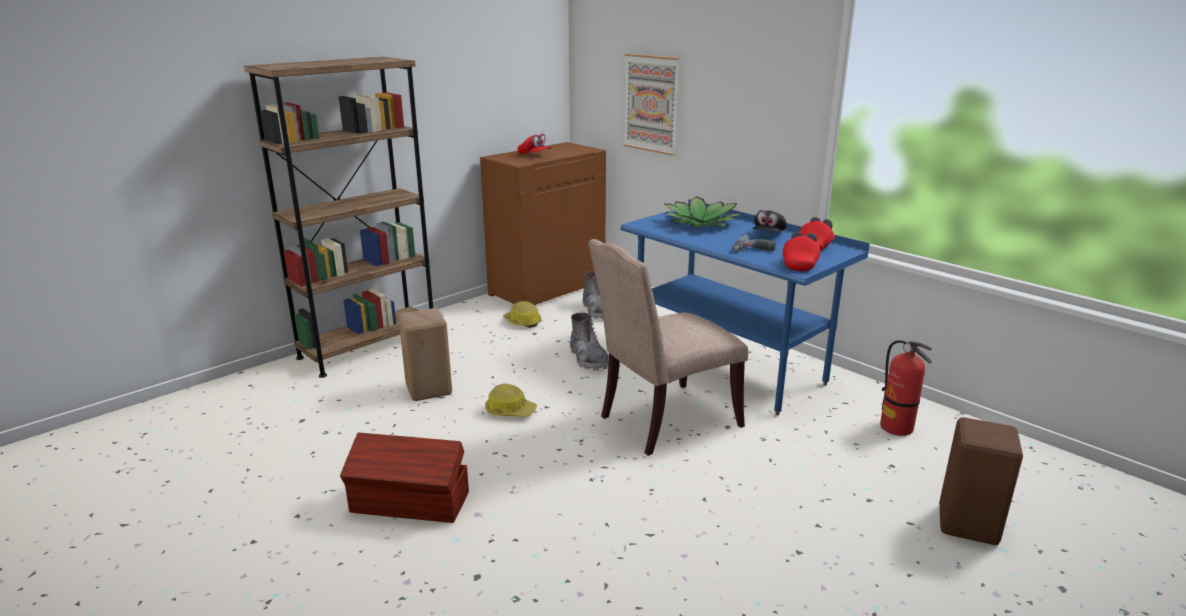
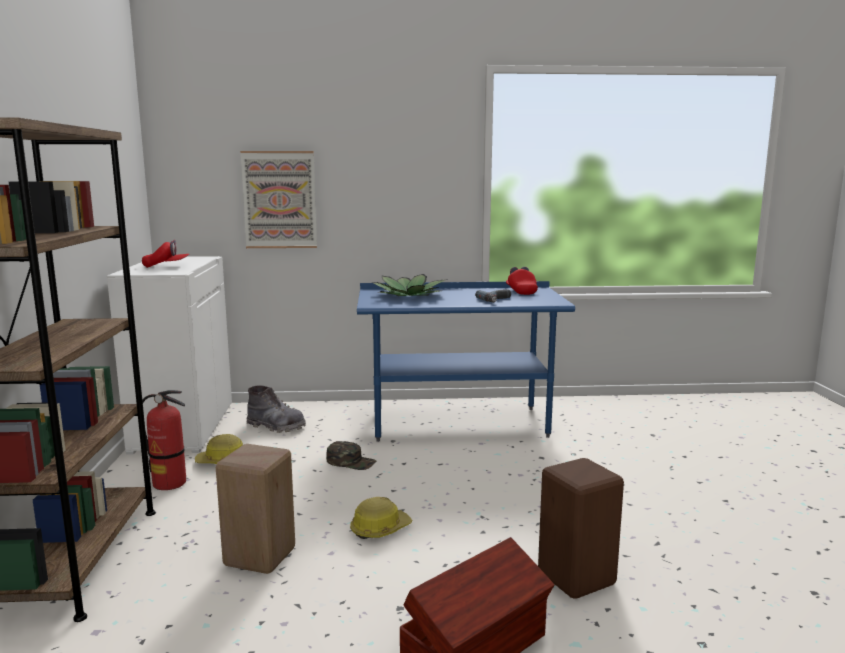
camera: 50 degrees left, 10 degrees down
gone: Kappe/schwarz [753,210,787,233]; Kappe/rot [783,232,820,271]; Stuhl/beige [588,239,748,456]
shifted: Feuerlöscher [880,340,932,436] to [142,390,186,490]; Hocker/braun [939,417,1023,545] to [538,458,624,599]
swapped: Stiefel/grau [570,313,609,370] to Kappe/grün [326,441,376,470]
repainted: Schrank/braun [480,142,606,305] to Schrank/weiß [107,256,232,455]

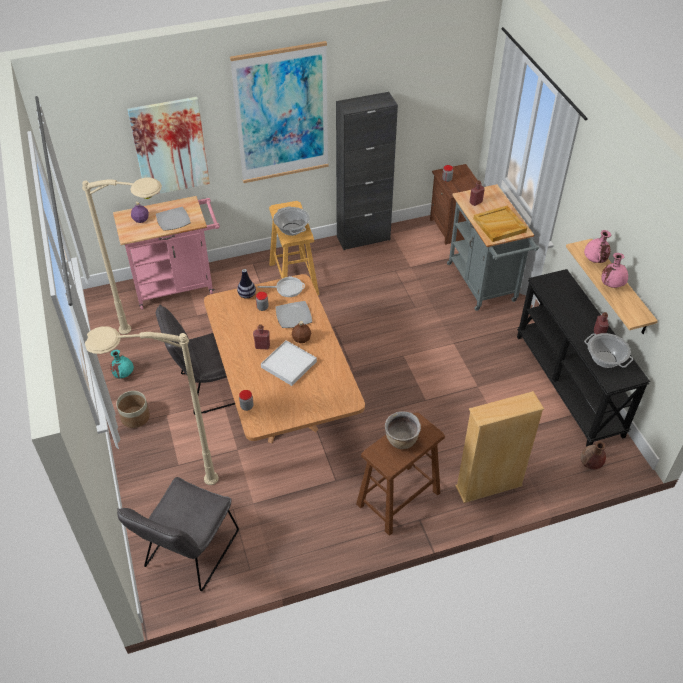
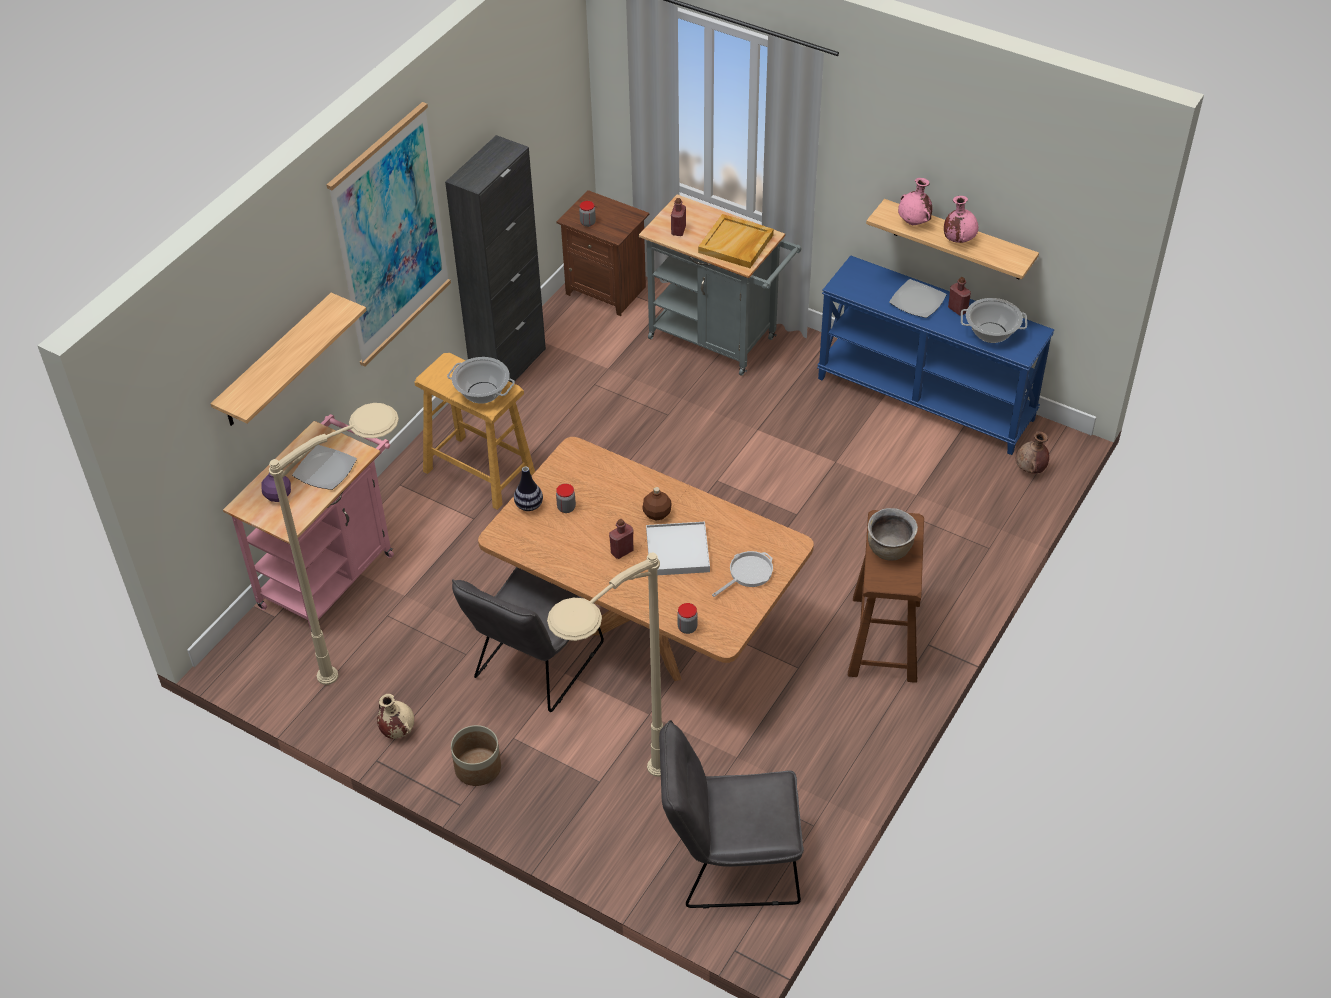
camera: 40 degrees left, 0 degrees up
gone: Bücherregal/beige [455,391,544,503]
shifted: Pfanne [258,276,305,297] to [712,551,773,597]; Teller [275,301,312,328] to [889,279,947,318]
swapped: Bild [127,97,210,194] to Wandregal [210,293,366,426]
repainted: Konsolentisch/schwarz [517,269,650,447] to Konsolentisch/blau [817,255,1054,455]; Vase/türkis [110,350,134,378] to Vase/beige [377,694,414,739]
rotated: Stuhl/grau [117,477,239,591] = [659,720,804,909] 105 degrees clockwise

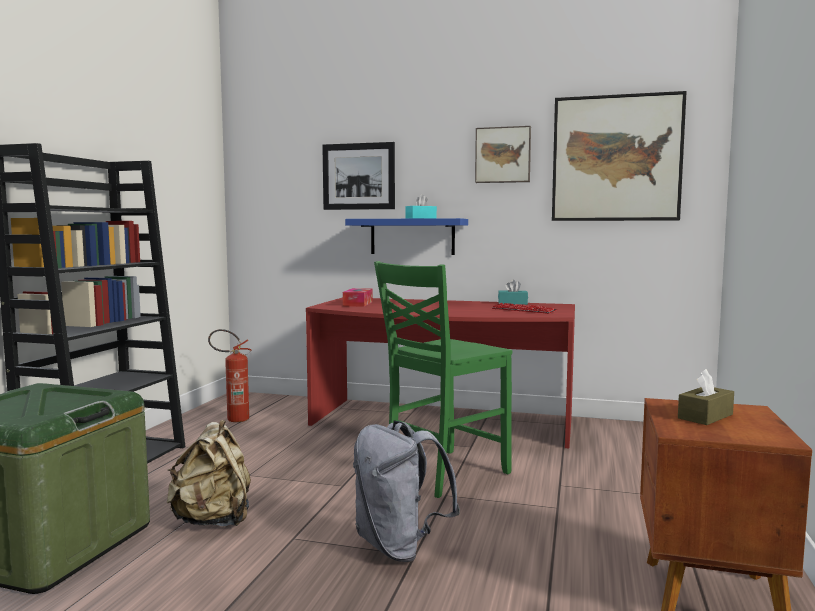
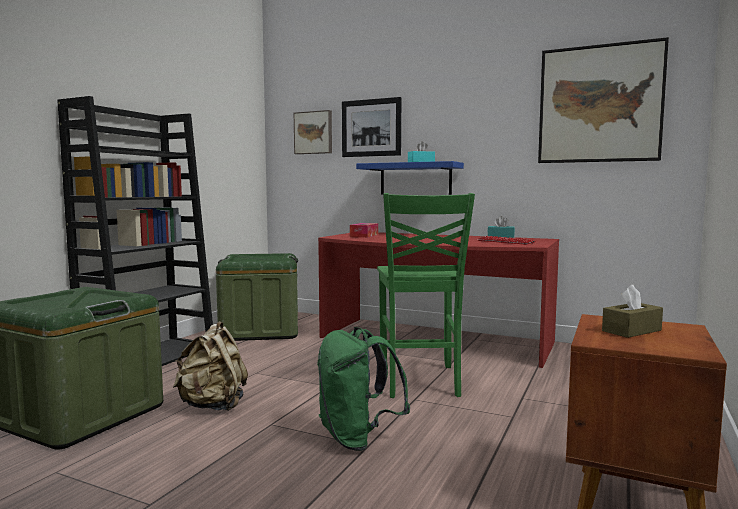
camera: 10 degrees right, 0 degrees up
shifted: Bild [475,126,531,183] to [294,110,332,154]
swapped: Feuerlöscher [208,329,252,422] to Aufbewahrungsbox/grün [216,253,298,341]
repainted: Rucksack/grau [353,421,460,562] to Rucksack/grün [317,327,410,451]
rotated: Stuhl/grün [374,261,512,498] = [377,193,475,398] 60 degrees counterclockwise

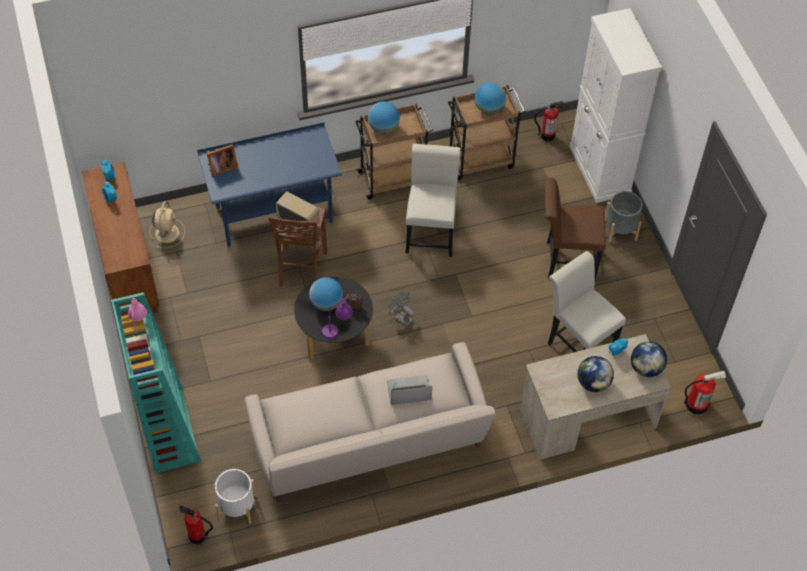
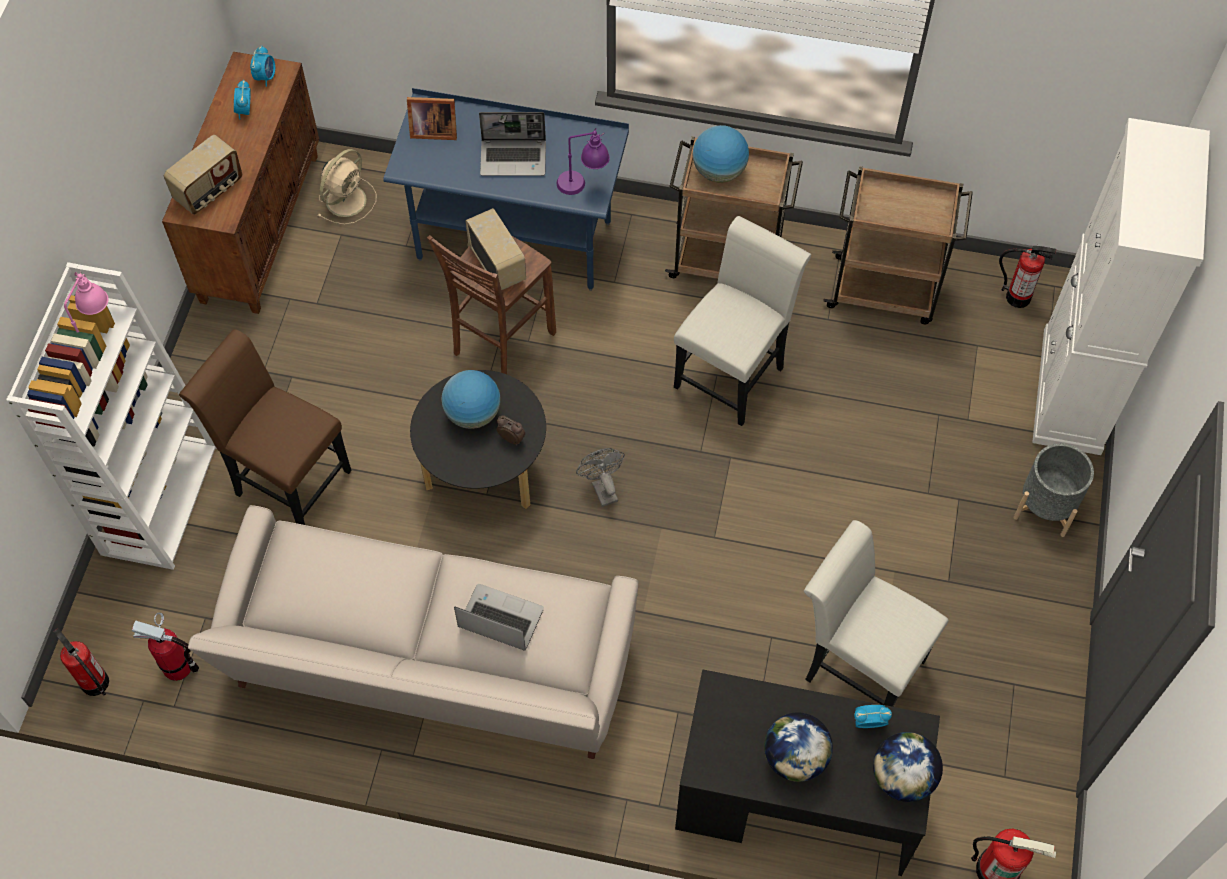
camera: 30 degrees right, 5 degrees up
gone: Globus [475,82,506,114]
new: Laptop [479,112,546,176]; Radio [164,135,242,215]
shifted: Stuhl/braun [544,178,606,280] to [179,329,352,525]; Tischlampe/lila [322,297,353,339] to [557,128,610,195]
swapped: Pflanzkübel/weiß [215,469,256,524] to Feuerlöscher [132,612,199,681]
repainted: Bücherregal/türkis [111,292,201,473] to Bücherregal/weiß [6,262,217,570]; Schreibtisch/beige [520,334,671,460] to Schreibtisch/schwarz [675,669,940,876]
rotated: Stuhl/weiß [548,251,626,352] = [804,520,949,707] 45 degrees counterclockwise

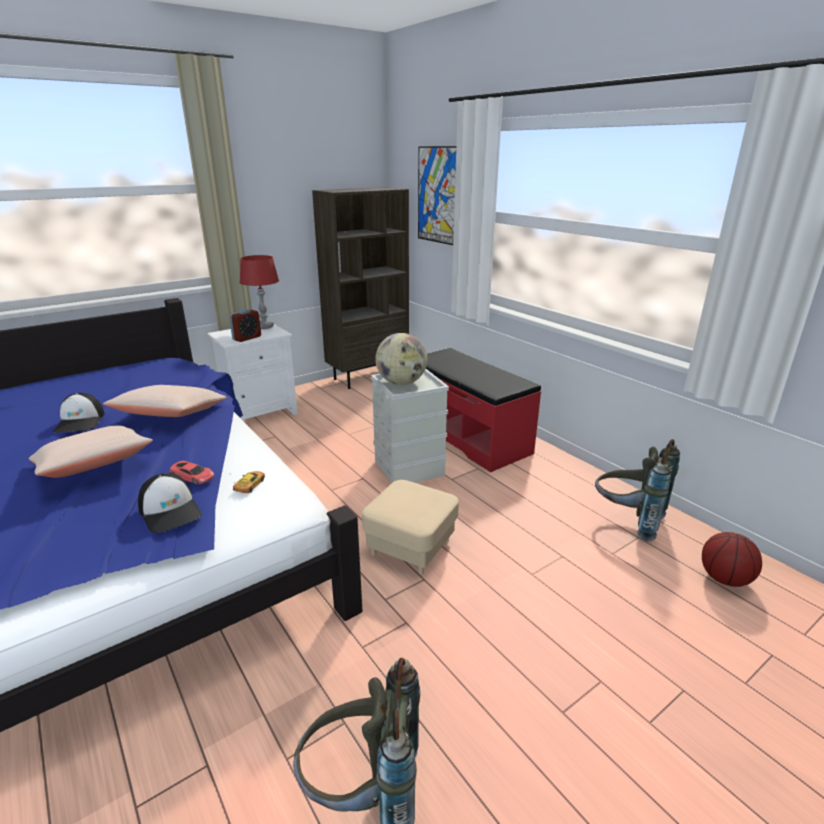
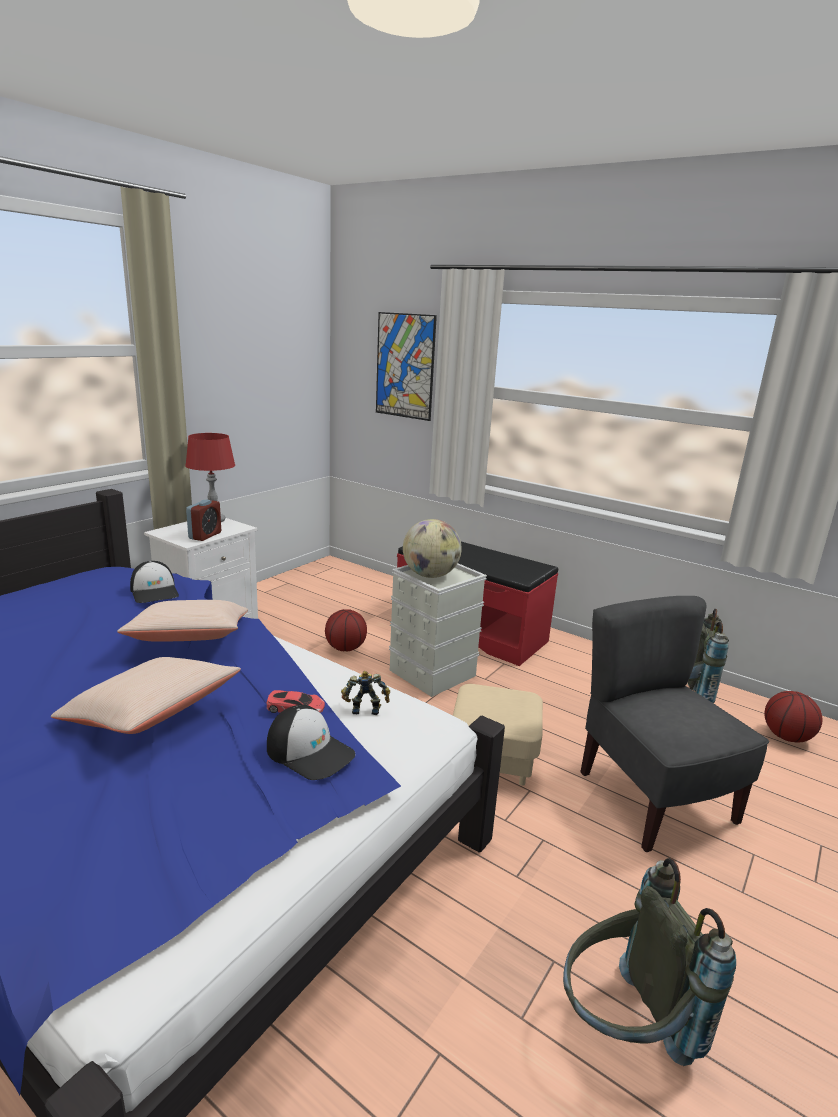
camera: 20 degrees left, 5 degrees down
gone: Bücherregal/braun [312,187,409,389]
new: Stuhl/grau [580,596,769,852]; Basketball [325,609,367,651]
shifted: Kappe [53,393,105,433] to [130,561,179,603]
swapped: Spielzeugauto [233,471,265,493] to Spielzeugroboter [341,671,390,715]

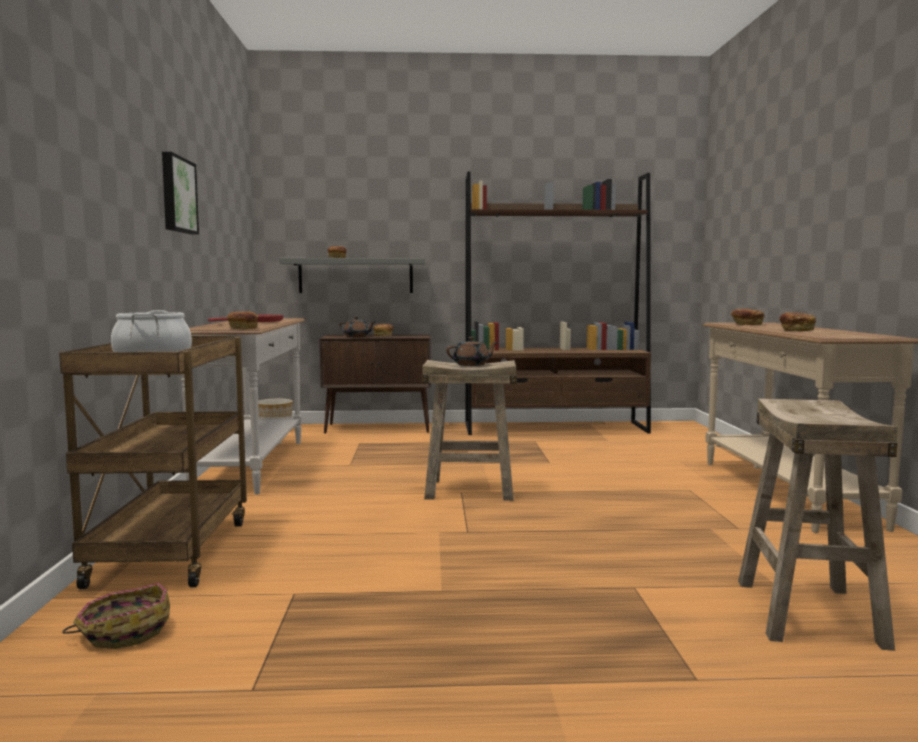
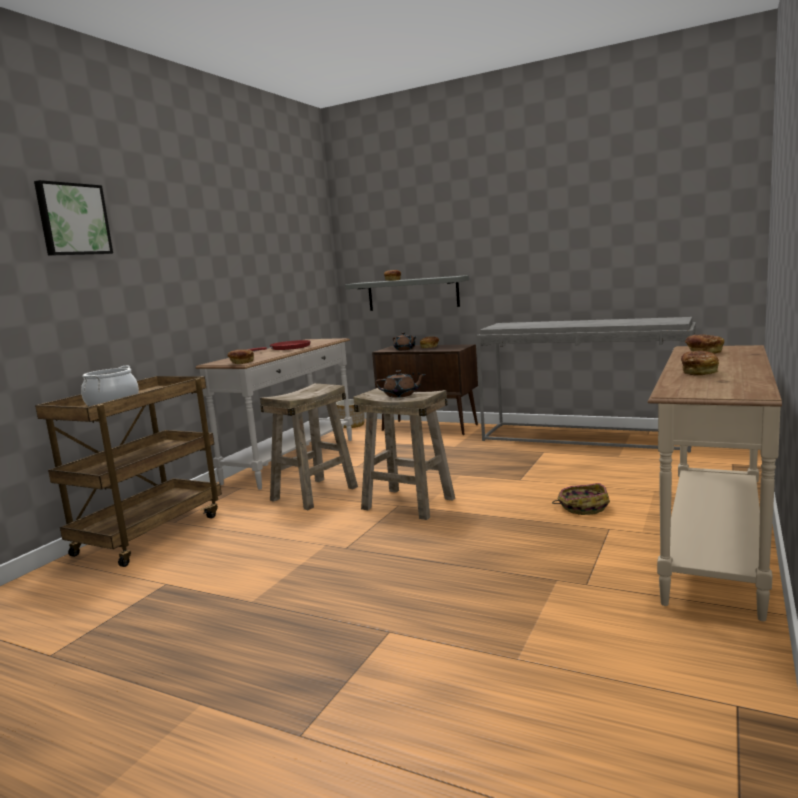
camera: 30 degrees right, 5 degrees up
shifted: Bild [162,152,199,234] to [34,180,113,256]; Hocker/beige [738,398,898,651] to [260,383,358,510]; Korb [62,583,170,649] to [552,483,610,515]
swapped: Bücherregal/braun [465,172,651,435] to Konsolentisch/grau [476,317,696,452]

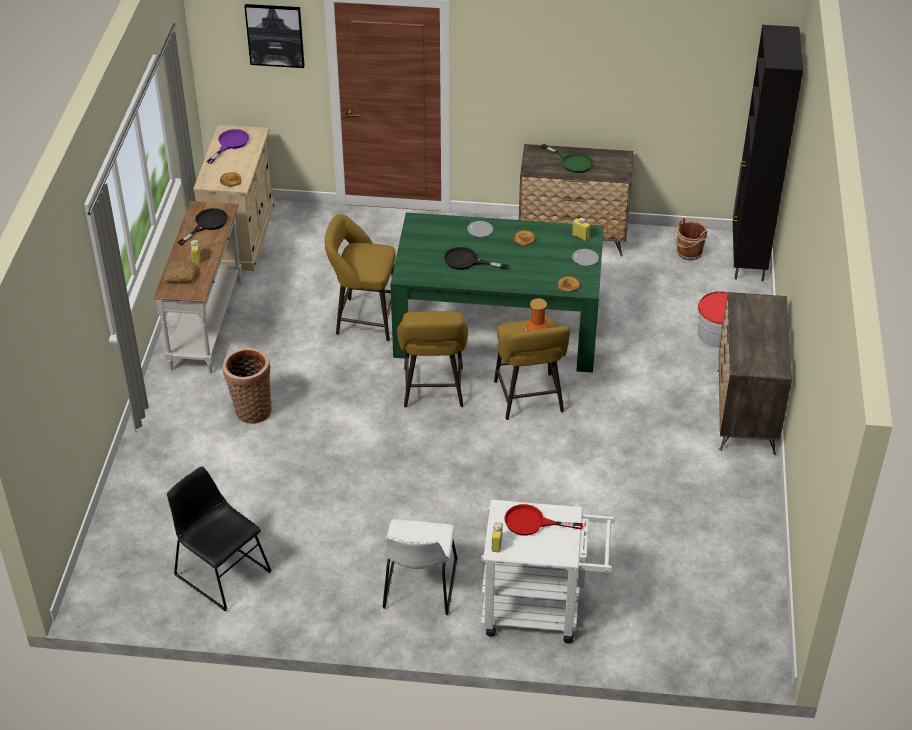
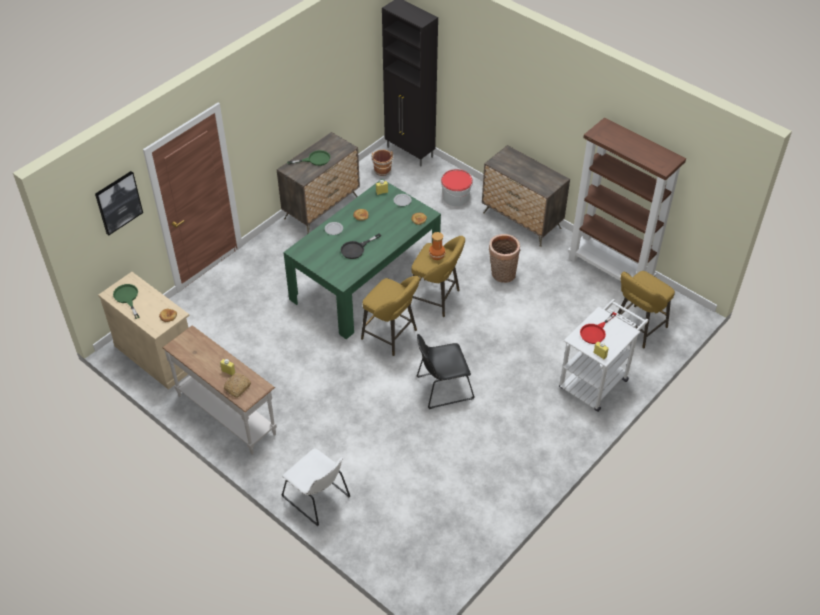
camera: 55 degrees left, 5 degrees up
gone: Pfanne/schwarz [178,208,228,245]
new: Bücherregal/braun [568,118,686,281]
shifted: Hocker/gelb [325,214,395,341] to [618,271,675,349]; Korb [223,347,272,424] to [489,234,520,283]; Stuhl/schwarz [167,466,271,611] to [417,334,475,409]; Stuhl/weiß [382,519,457,615] to [282,448,350,526]
repainted: Pfanne/lila [206,129,249,164] to Pfanne/grün [113,284,139,319]

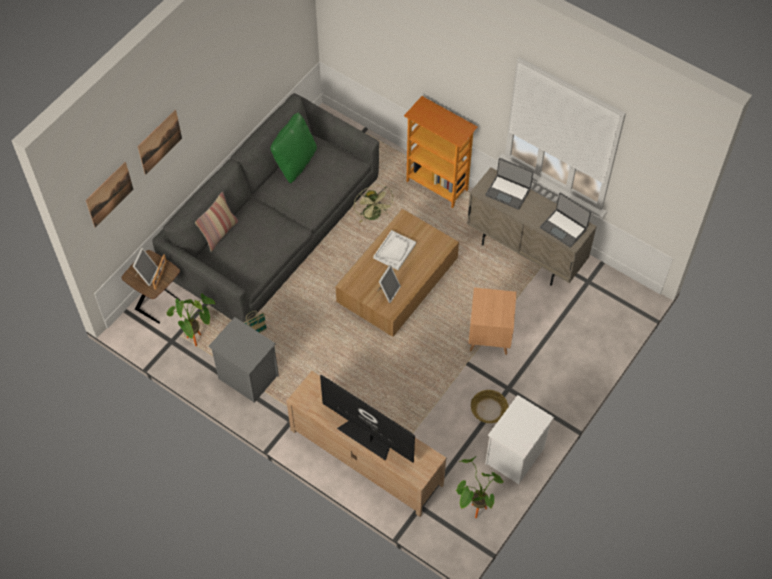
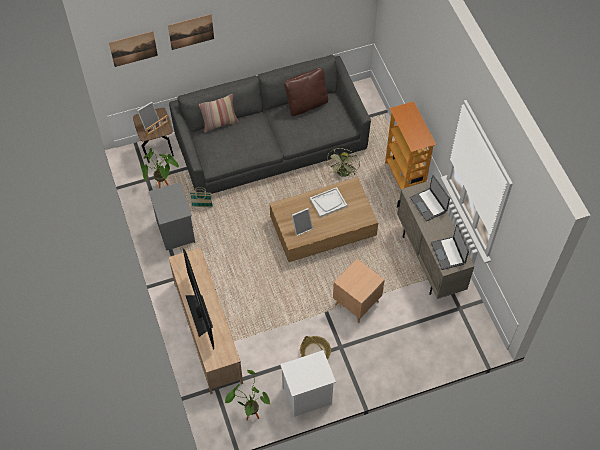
camera: 35 degrees right, 0 degrees up
repainted: Kissen/grün [270,113,317,183] to Kissen/braun [284,68,328,117]

